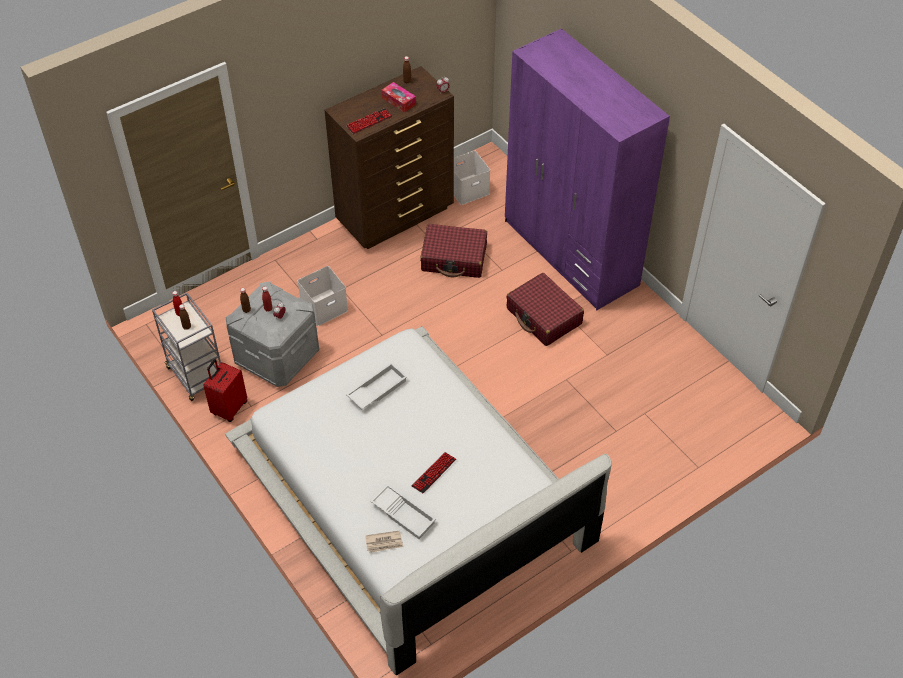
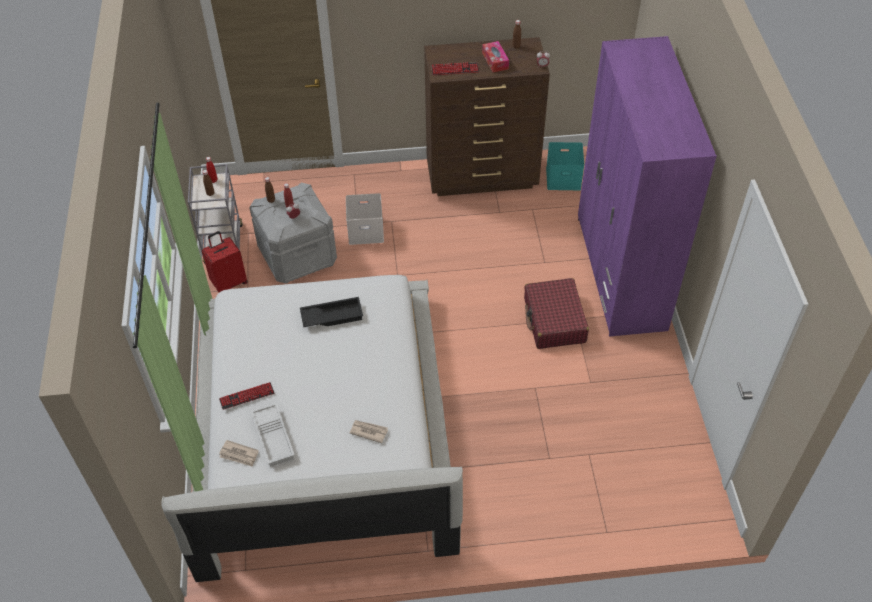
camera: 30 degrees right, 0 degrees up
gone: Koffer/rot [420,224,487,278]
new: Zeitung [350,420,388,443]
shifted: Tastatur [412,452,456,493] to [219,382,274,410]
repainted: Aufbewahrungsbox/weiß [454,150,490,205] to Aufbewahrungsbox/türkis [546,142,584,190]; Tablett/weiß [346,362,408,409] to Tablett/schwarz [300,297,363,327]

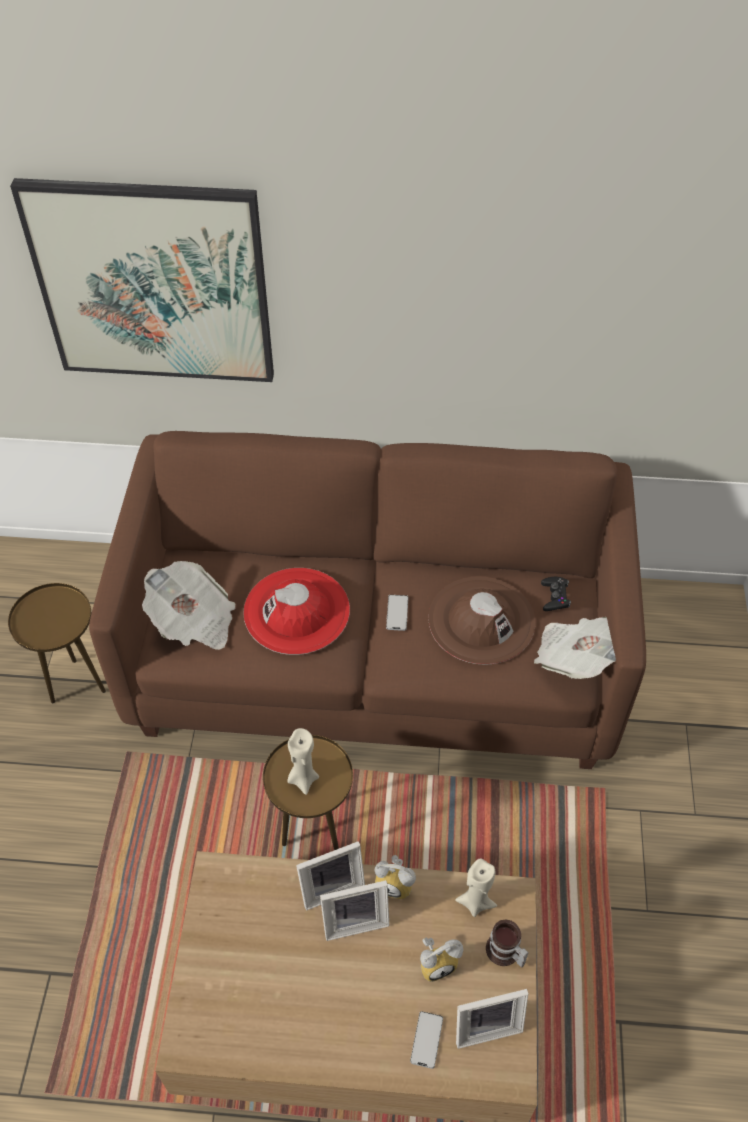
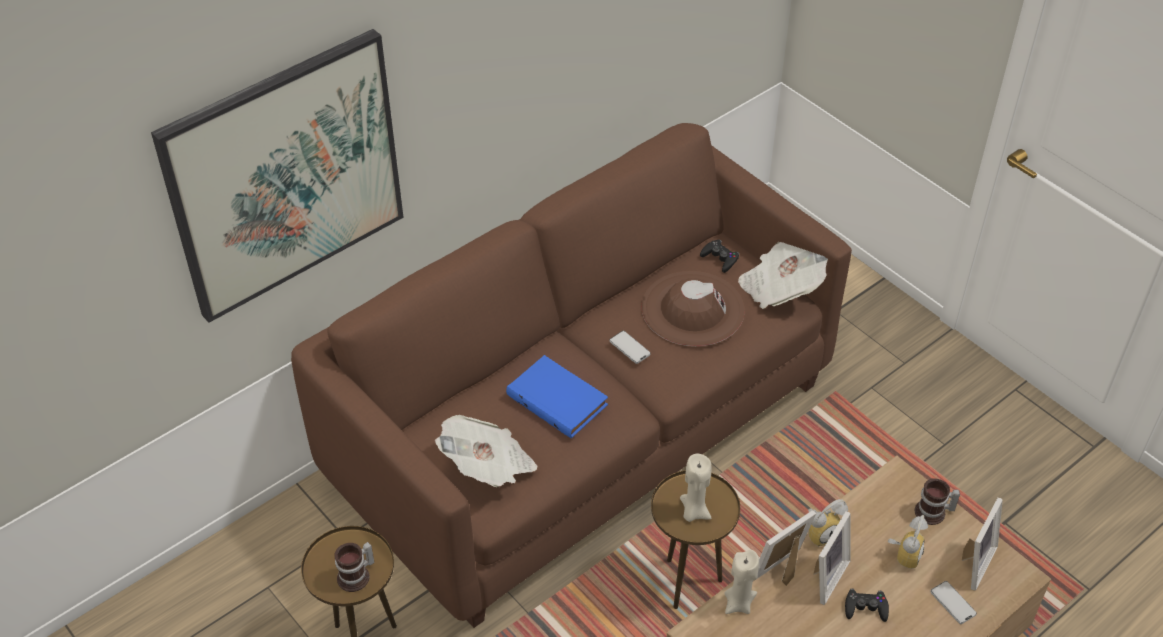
camera: 45 degrees left, 5 degrees down
new: Henkelbecher [334,542,374,592]; Gamepad/schwarz [845,589,889,622]
shifted: Kerze/beige [455,859,497,917] to [725,550,759,614]
swapped: Hut/rot [243,568,350,655] to Buch/blau [506,355,608,439]
rotated: Bilderrahmen [296,841,365,910] = [757,510,816,586] 150 degrees counterclockwise

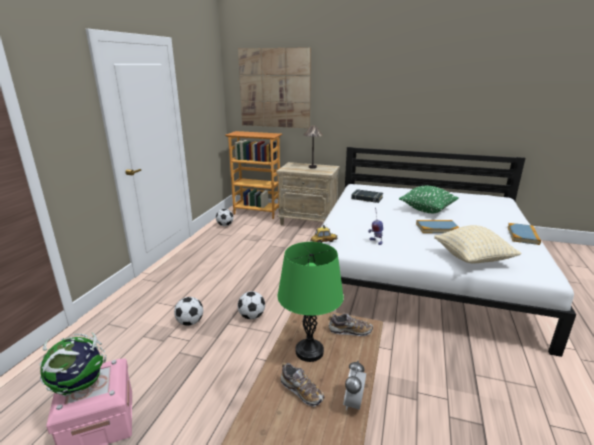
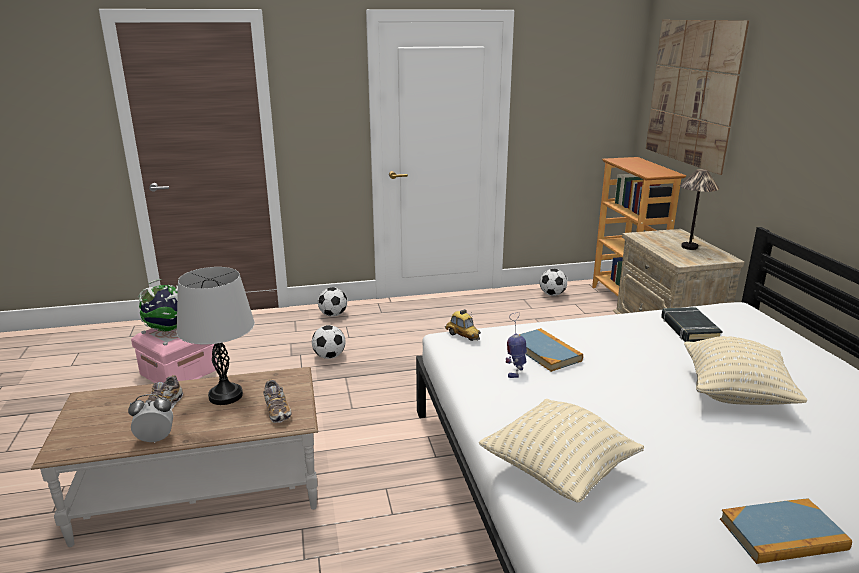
camera: 60 degrees right, 0 degrees up
shifted: Buch [416,220,459,233] to [519,328,583,372]; Fußball [238,291,265,319] to [318,287,347,317]
repainted: Kissen/grün [399,186,459,213] to Kissen/beige [684,336,807,405]; Tischlampe/grün [277,242,344,362] to Tischlampe/grau [176,267,255,405]

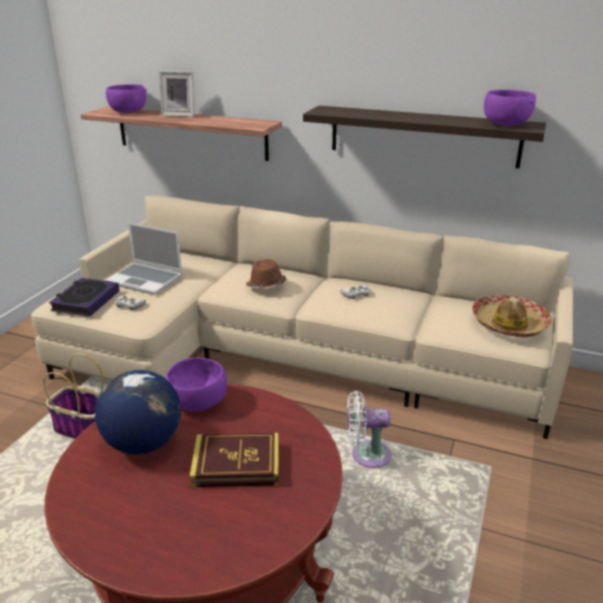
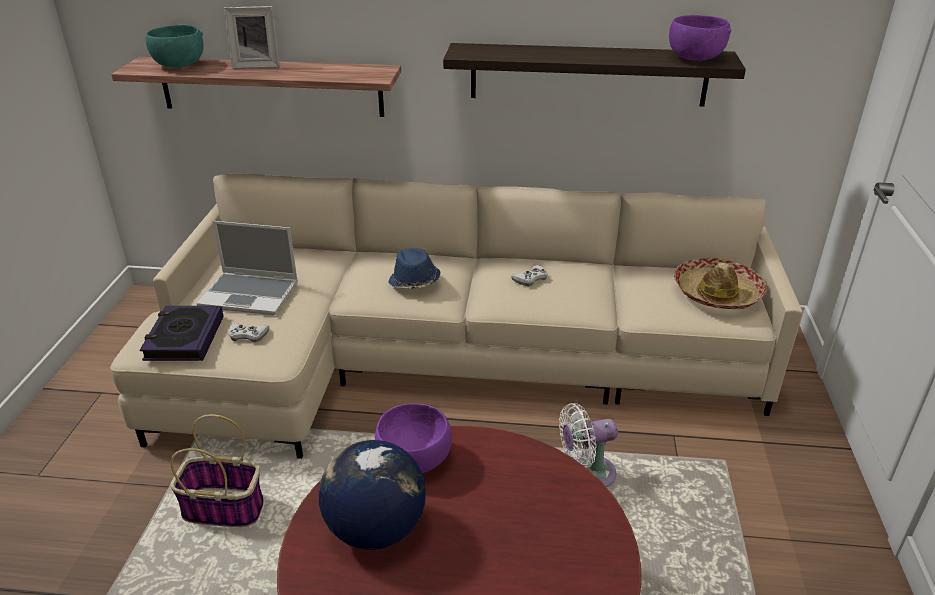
camera: 15 degrees left, 5 degrees up
gone: Buch [189,433,279,487]
repainted: Schüssel/lila [106,84,147,113] to Schüssel/türkis [146,25,204,68]; Hut/braun [246,259,286,289] to Hut/blau [388,248,441,289]

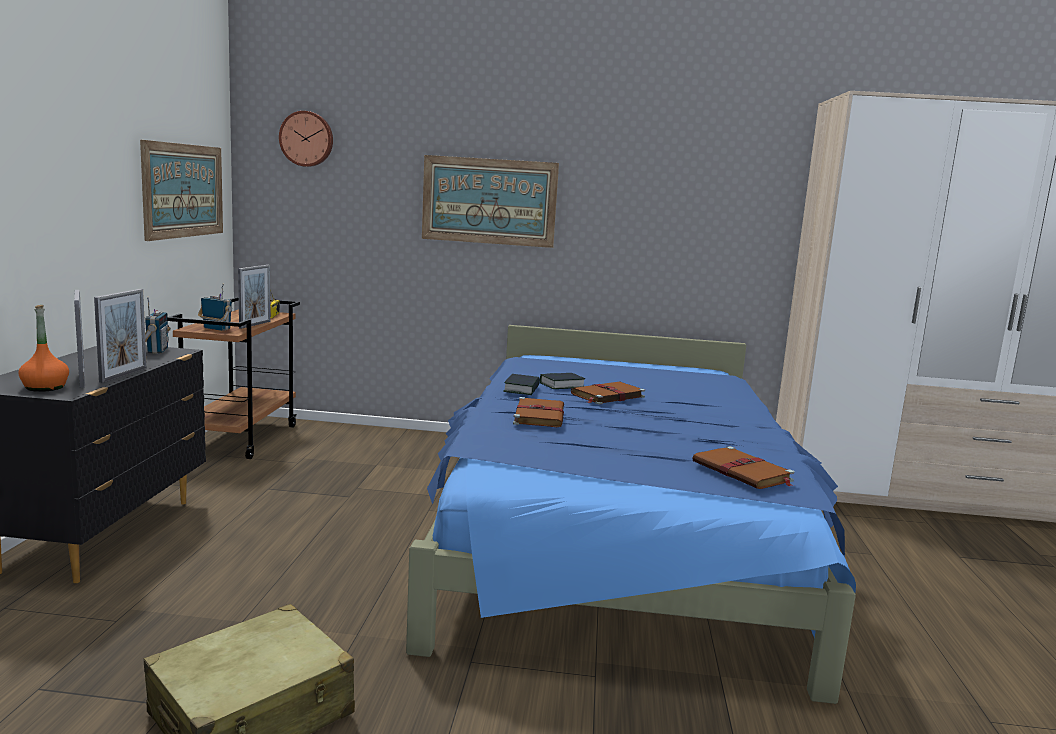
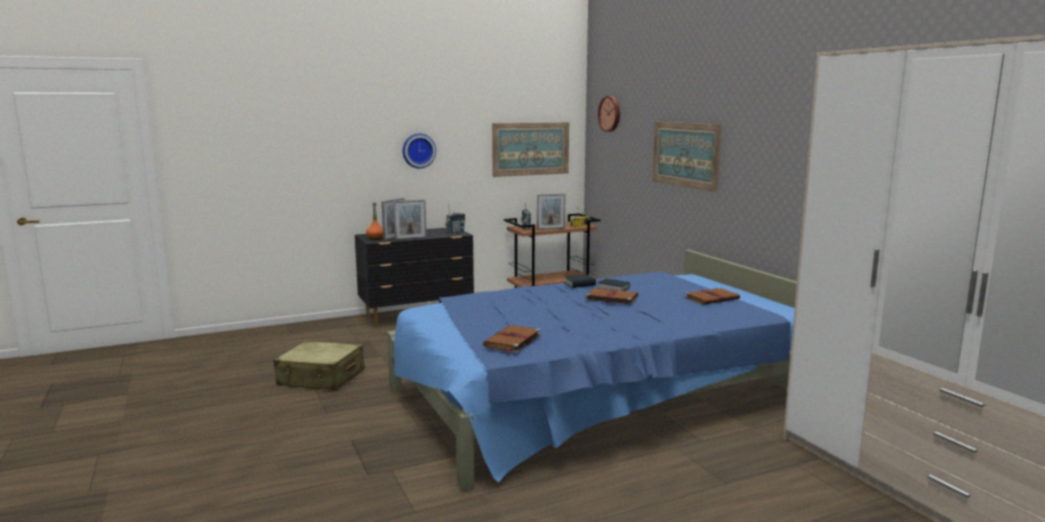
camera: 60 degrees right, 0 degrees up
new: Wanduhr [403,133,436,169]
shifted: Buch/braun [513,397,564,427] to [684,287,740,305]

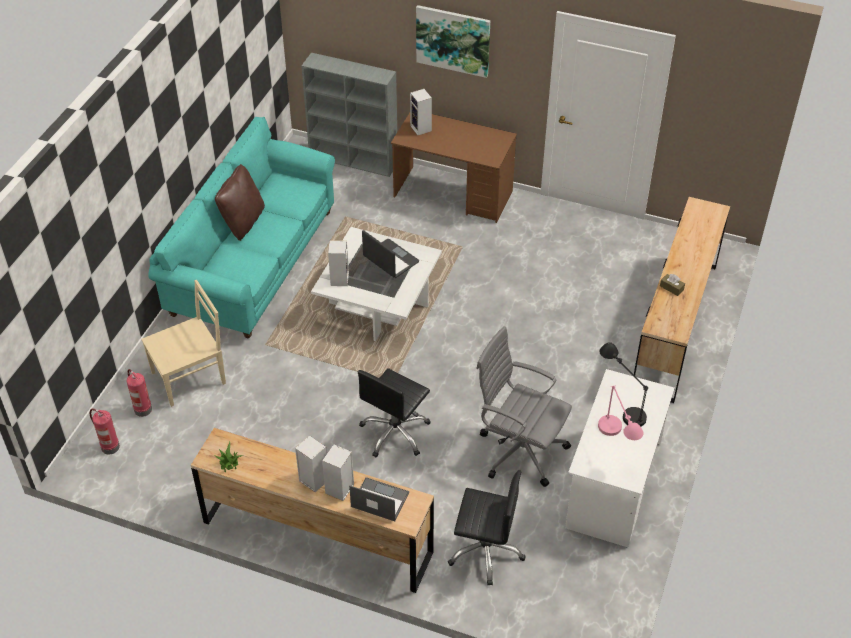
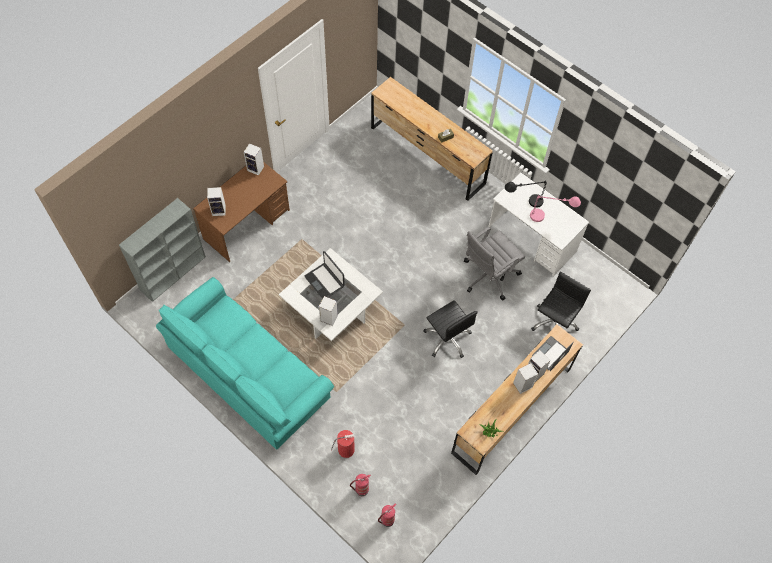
camera: 70 degrees left, 15 degrees up
gone: Bild [416,5,490,78]; Kissen/braun [215,164,265,241]
new: Lautsprecher [244,143,264,176]
swapped: Stuhl/beige [141,280,226,407] to Feuerlöscher [331,430,355,458]
rotated: Laptop [362,230,419,278] = [305,251,345,299] 105 degrees counterclockwise

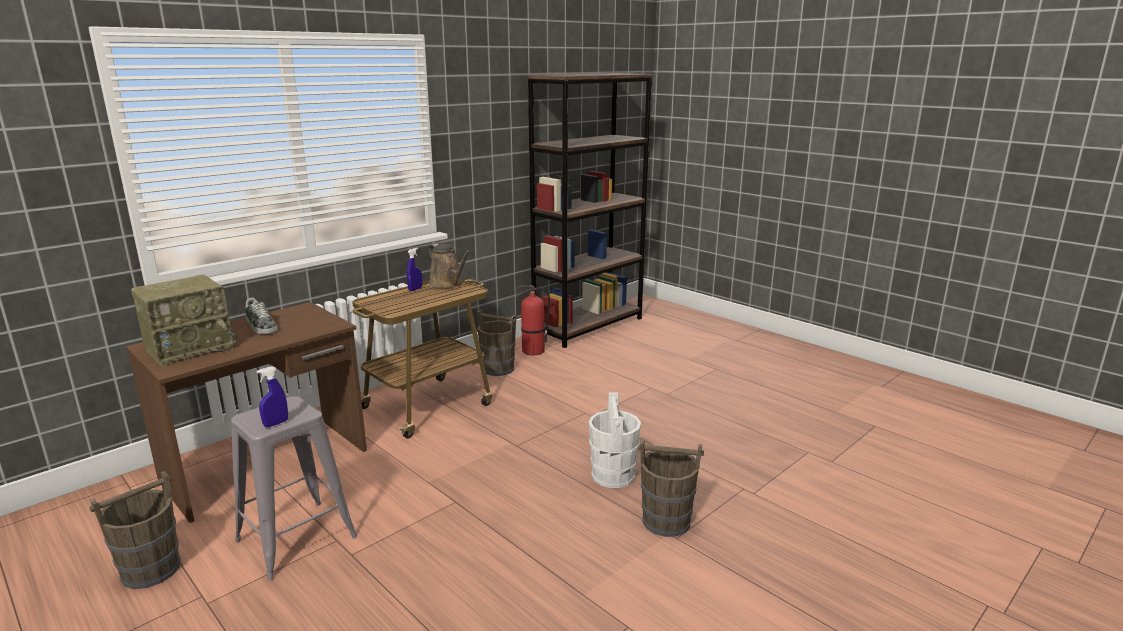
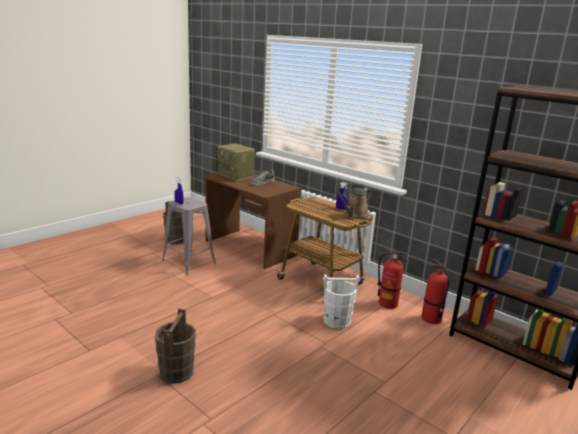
camera: 85 degrees right, 0 degrees up
shifted: Eimer/weiß [589,392,641,488] to [323,274,360,329]
swapped: Eimer/braun [477,310,516,376] to Feuerlöscher [377,252,409,309]

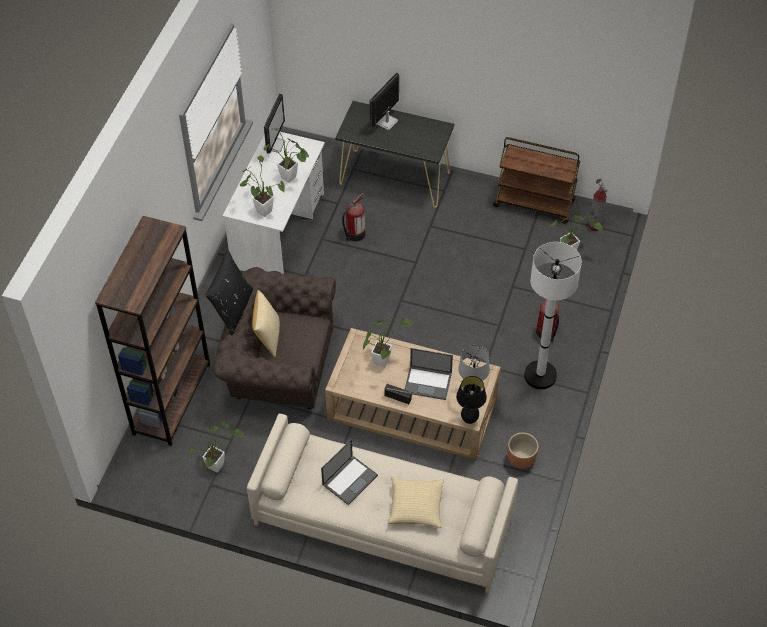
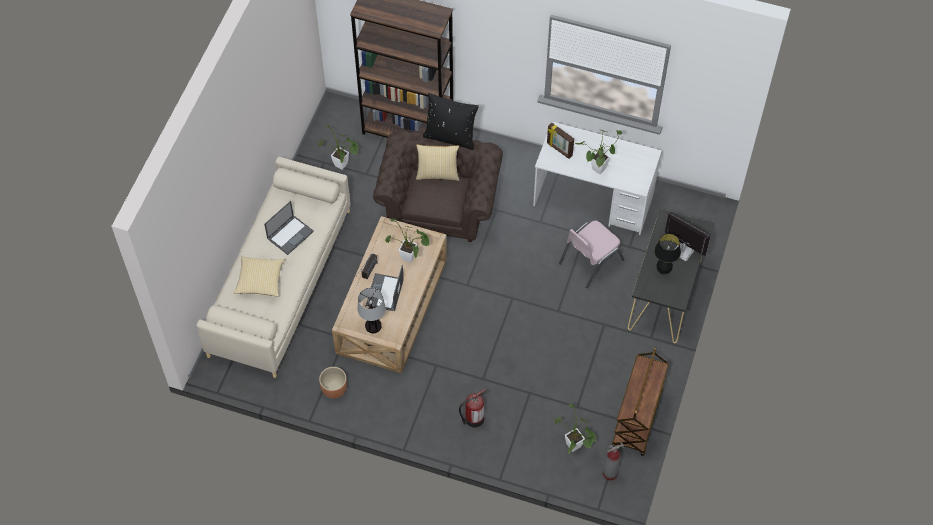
camera: 90 degrees right, 5 degrees up
gone: Monitor [264,94,285,154]; Stehlampe/weiß [524,242,582,389]
shifted: Tischlampe/schwarz [456,376,487,424] to [654,233,681,275]
swapped: Topfpflanze [240,155,285,217] to Bilderrahmen [547,122,574,159]; Feuerlöscher [342,193,365,241] to Stuhl/rosa [559,220,625,288]
rotated: Laptop [321,439,378,505] = [264,201,314,255] 90 degrees counterclockwise

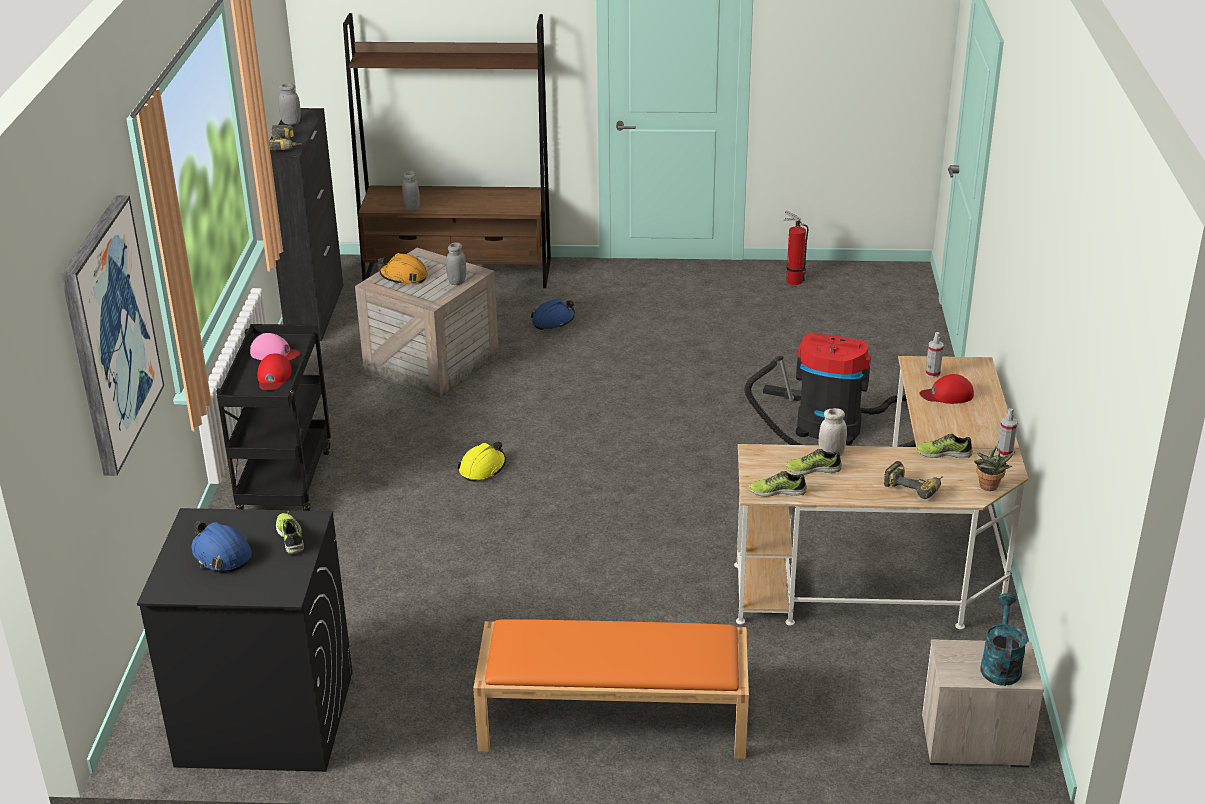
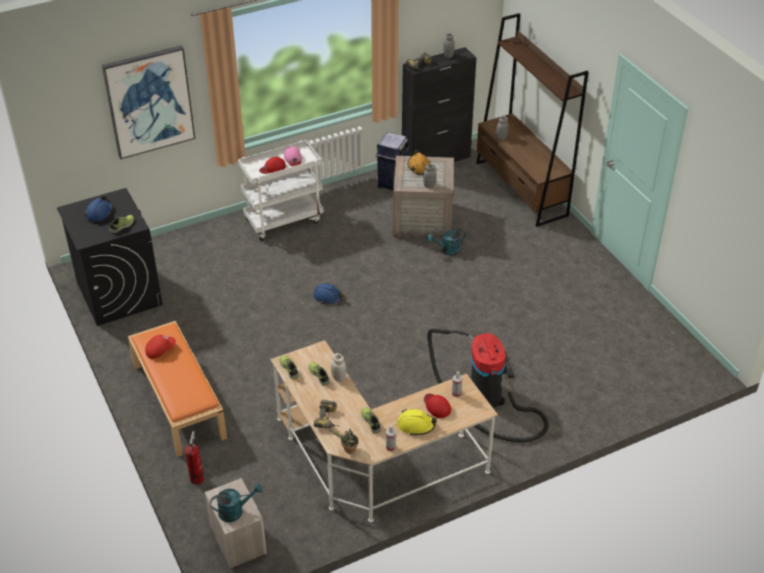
camera: 60 degrees right, 10 degrees up
new: Mülleimer/blau [376,132,410,190]; Gießkanne/türkis [427,229,465,255]; Kappe/rot [145,335,176,359]
shifted: Feuerlöscher [784,211,808,285] to [185,431,204,485]; Schutzhelm/blau [531,299,575,330] to [313,283,344,304]; Schutzhelm/gelb [457,442,506,482] to [397,409,437,436]
repainted: Rollwagen/schwarz [216,324,331,511] to Rollwagen/weiß [238,140,324,241]

